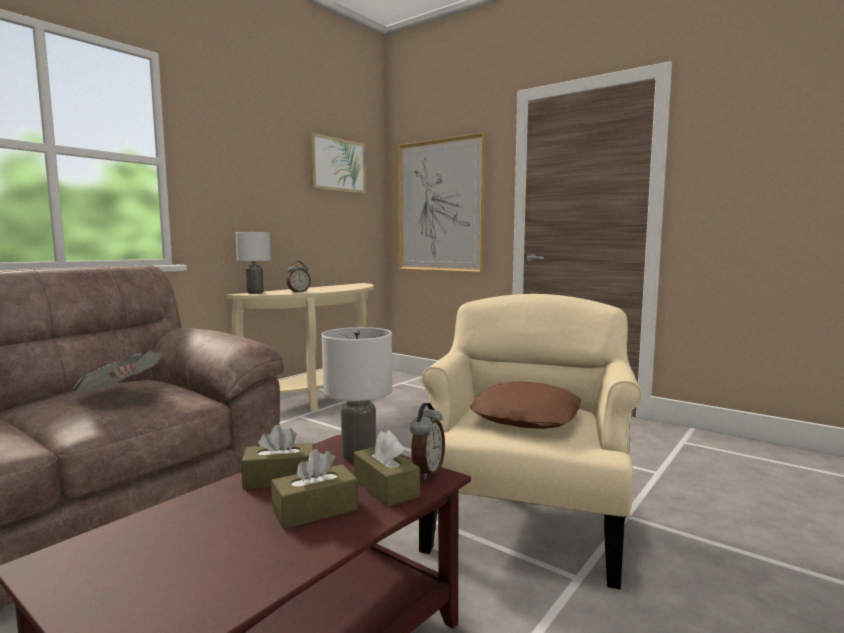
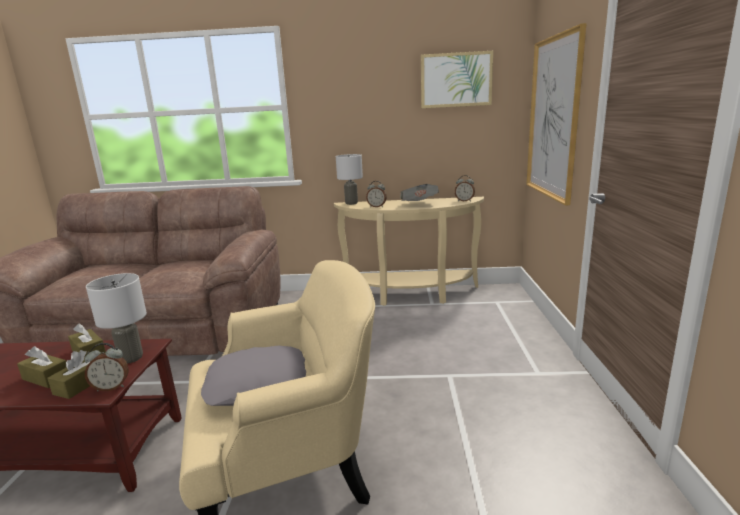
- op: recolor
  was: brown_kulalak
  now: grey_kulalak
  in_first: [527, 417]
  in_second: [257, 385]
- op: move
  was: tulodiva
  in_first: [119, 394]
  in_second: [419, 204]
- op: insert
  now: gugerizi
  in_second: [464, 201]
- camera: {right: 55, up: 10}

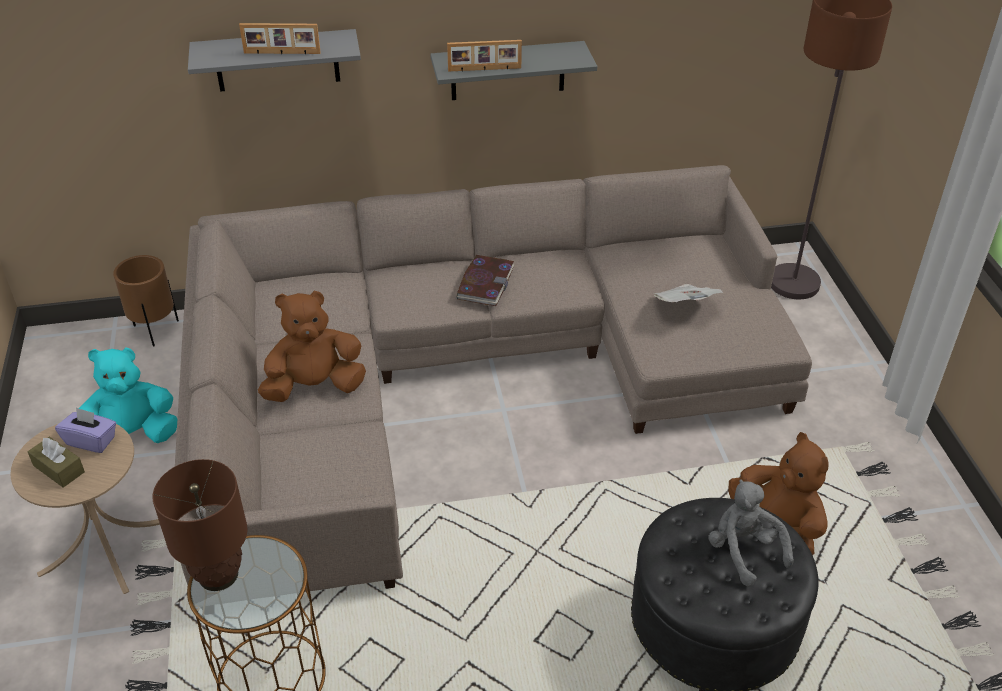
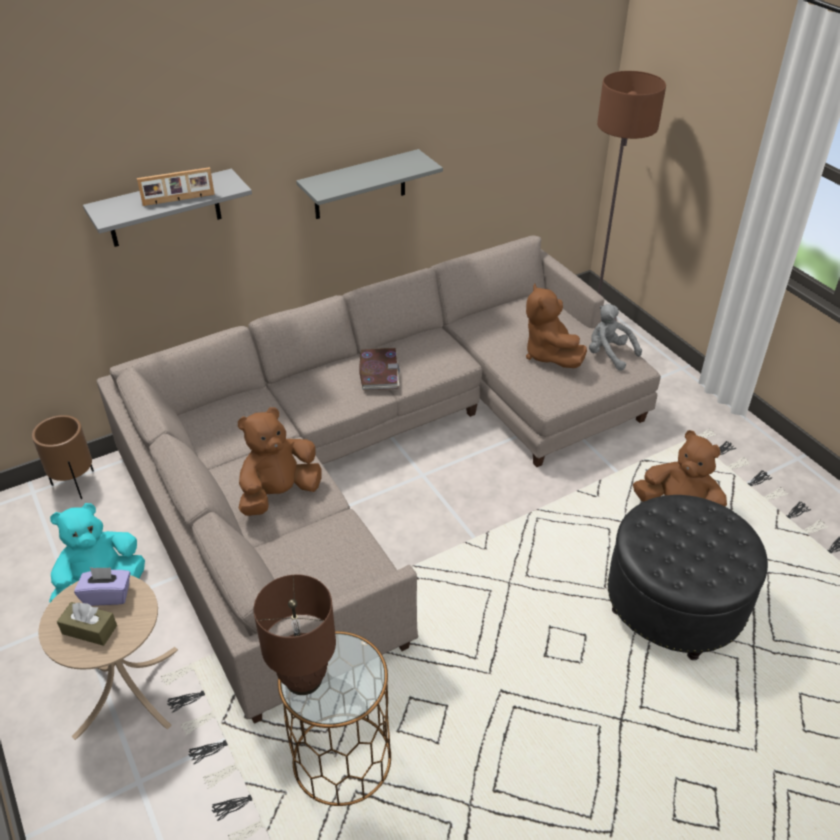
- op: replace
  was: tulodiva
  now: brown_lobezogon
  in_first: [685, 307]
  in_second: [549, 354]
- op: move
  was: grey_lobezogon
  in_first: [743, 551]
  in_second: [609, 354]
- op: delete
  was: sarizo
  in_first: [484, 69]
- camera: {right: -20, up: 0}

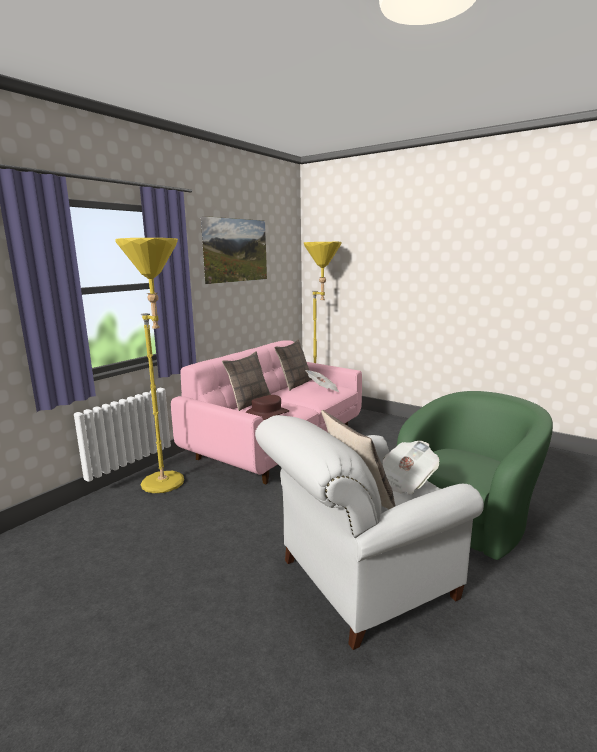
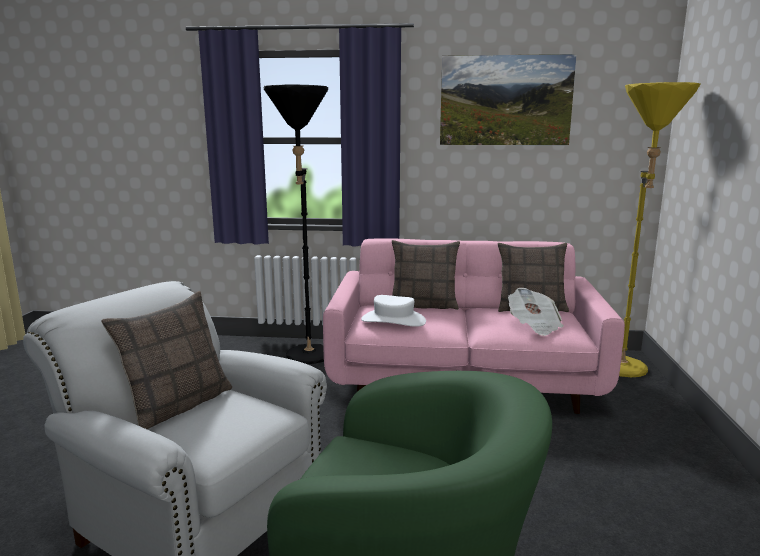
- op: recolor
  was: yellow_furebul
  now: black_furebul
  in_first: [169, 486]
  in_second: [307, 359]
- op: recolor
  was: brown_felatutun
  now: white_felatutun
  in_first: [266, 414]
  in_second: [393, 320]
- op: delete
  was: tulodiva
  in_first: [404, 482]
- camera: {right: 60, up: 0}

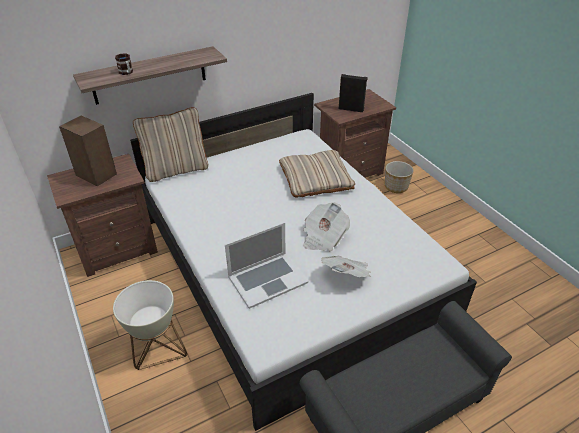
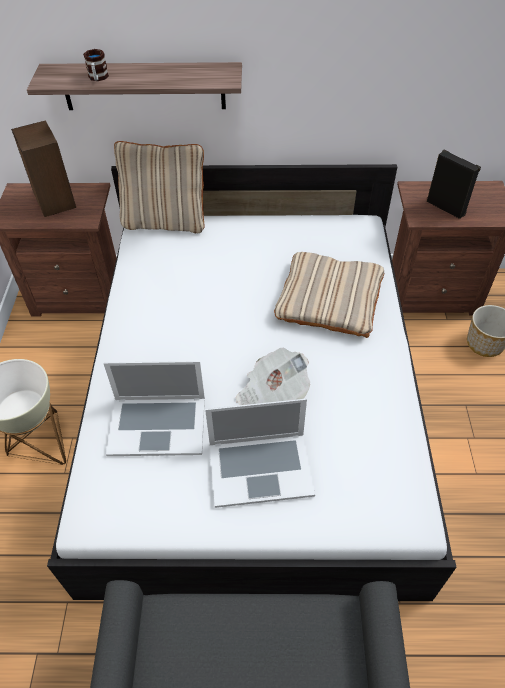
- op: replace
  was: tulodiva
  now: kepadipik
  in_first: [347, 275]
  in_second: [260, 468]
- camera: {right: 30, up: 10}

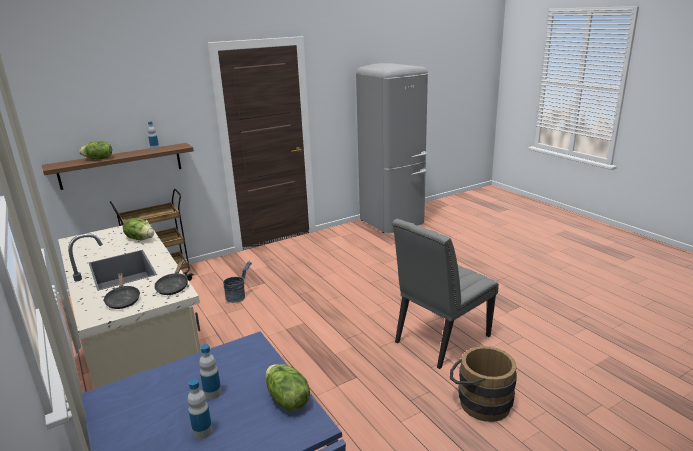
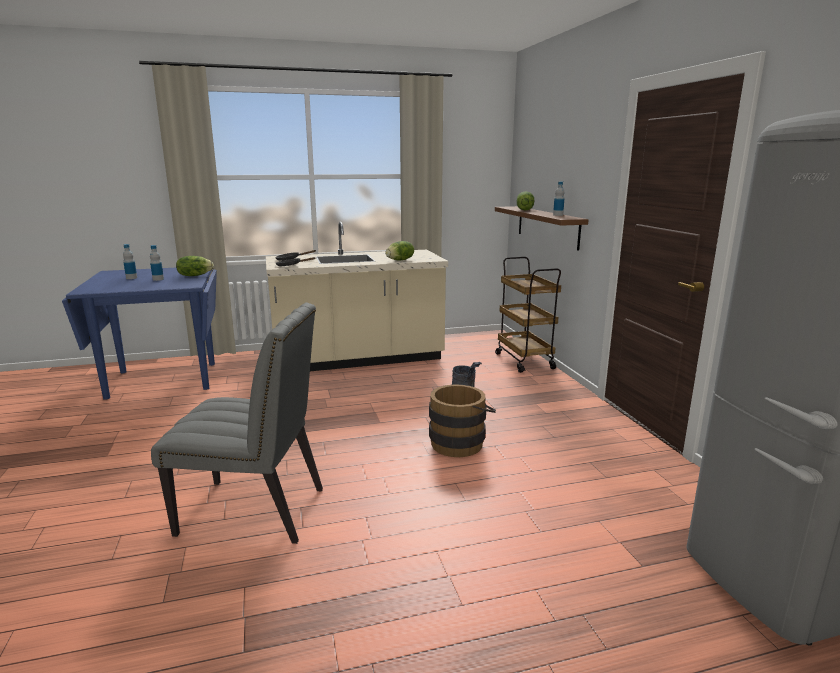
- op: rotate
  was: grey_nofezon
  in_first: [442, 338]
  in_second: [251, 511]
  clockwise: 120
- op: move
  was: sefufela
  in_first: [287, 400]
  in_second: [194, 275]
- op: move
  was: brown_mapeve
  in_first: [479, 402]
  in_second: [460, 442]
- camera: {right: 105, up: -5}

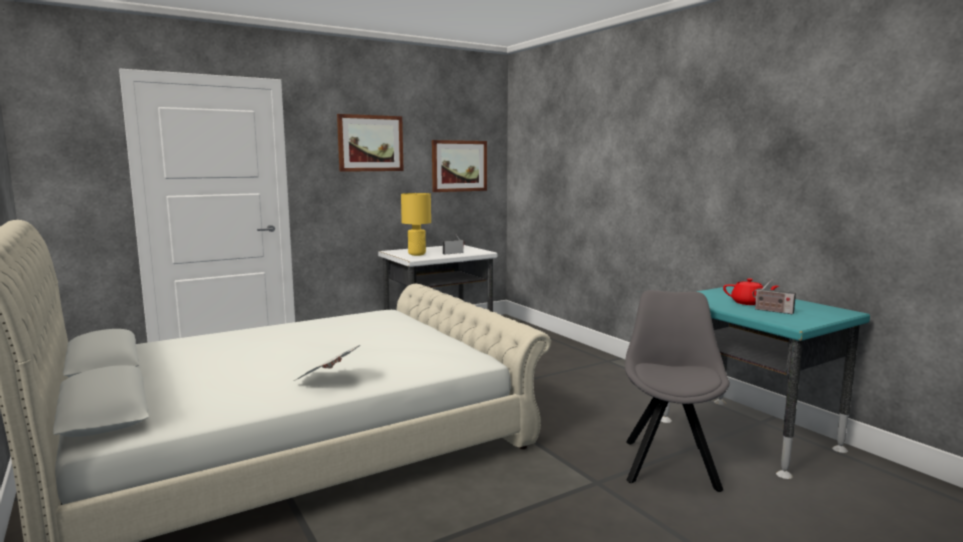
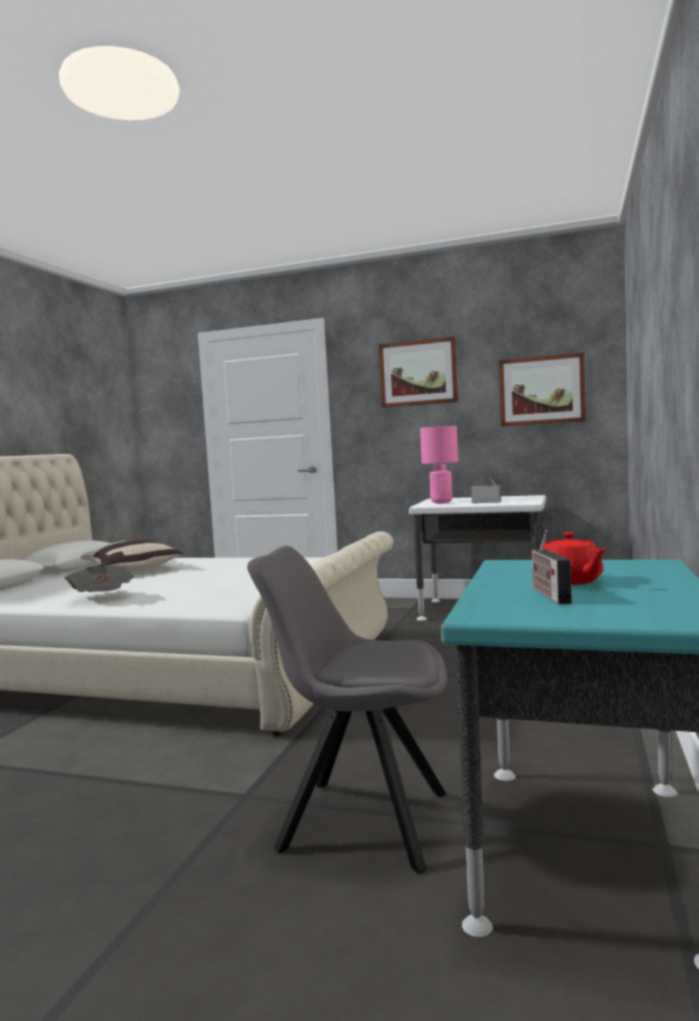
- op: insert
  now: kulalak
  in_second: [132, 570]
- op: rotate
  was: grey_nofezon
  in_first: [669, 464]
  in_second: [363, 821]
  clockwise: -135
- op: recolor
  was: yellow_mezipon
  now: pink_mezipon
  in_first: [417, 255]
  in_second: [441, 502]
- camera: {right: 50, up: -5}

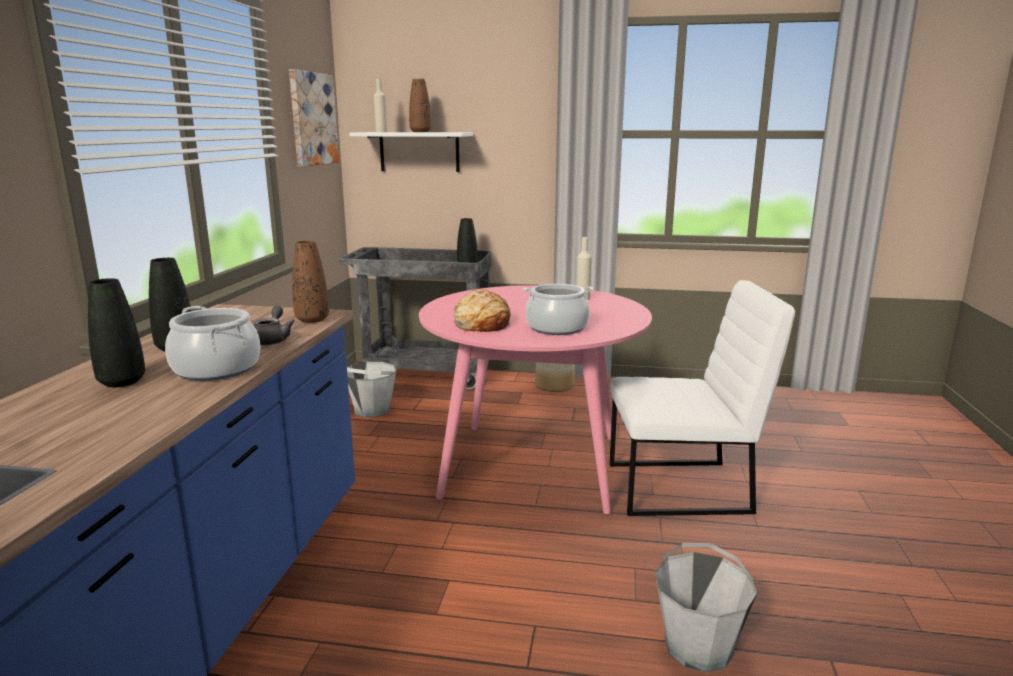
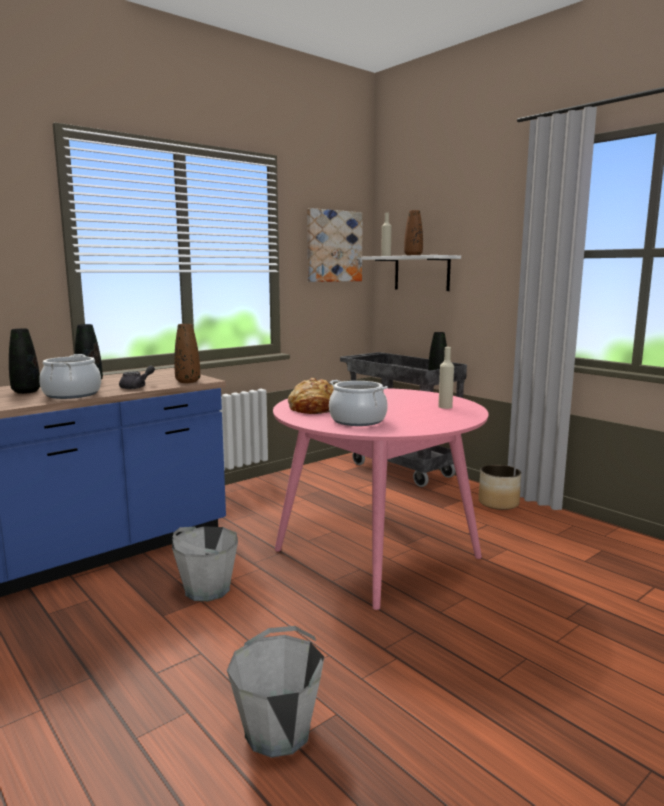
- op: move
  was: grey_mapeve
  in_first: [371, 410]
  in_second: [206, 589]
- op: delete
  was: white_nofezon
  in_first: [683, 488]
- camera: {right: 40, up: -5}

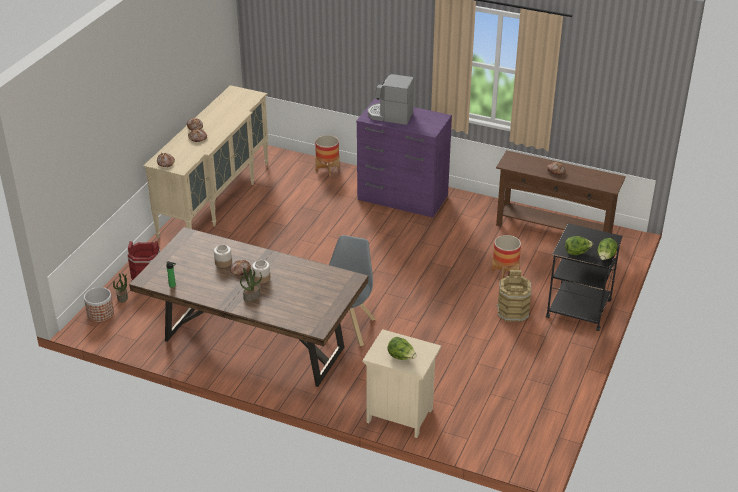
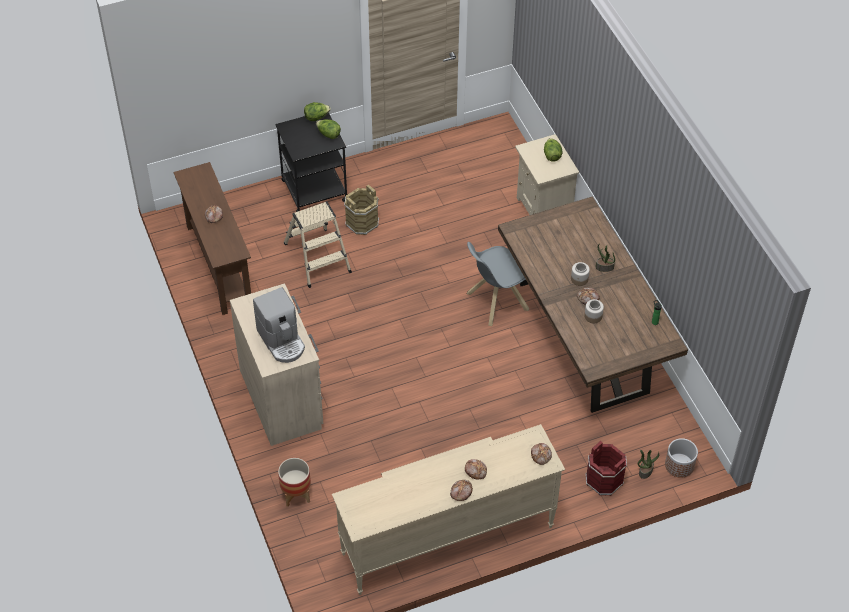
- op: recolor
  was: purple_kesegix
  now: beige_kesegix
  in_first: [402, 198]
  in_second: [282, 398]
- op: replace
  was: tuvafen
  now: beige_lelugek
  in_first: [505, 273]
  in_second: [317, 257]
- camera: {right: -135, up: 15}

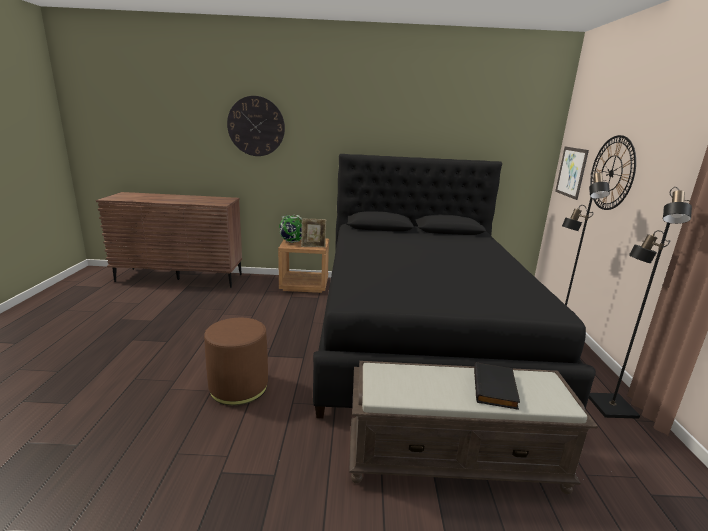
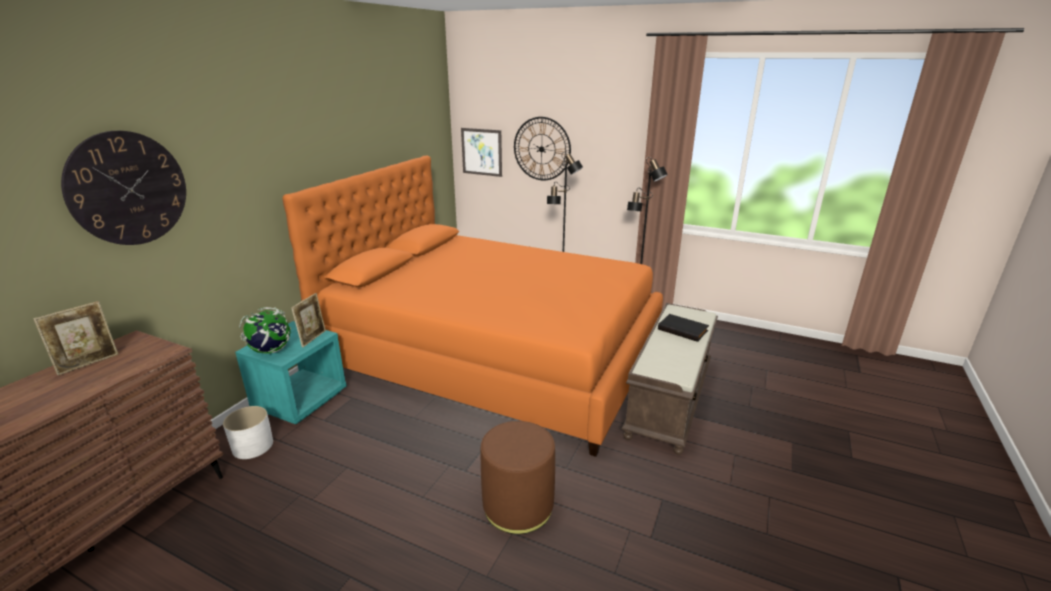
- op: insert
  now: sarizo
  in_second: [89, 363]
- op: insert
  now: white_tuvafen
  in_second: [253, 446]
- op: recolor
  was: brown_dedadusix
  now: turquoise_dedadusix
  in_first: [304, 285]
  in_second: [300, 400]
- op: recolor
  was: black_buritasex
  now: orange_buritasex
  in_first: [421, 333]
  in_second: [493, 354]
- camera: {right: -65, up: 5}

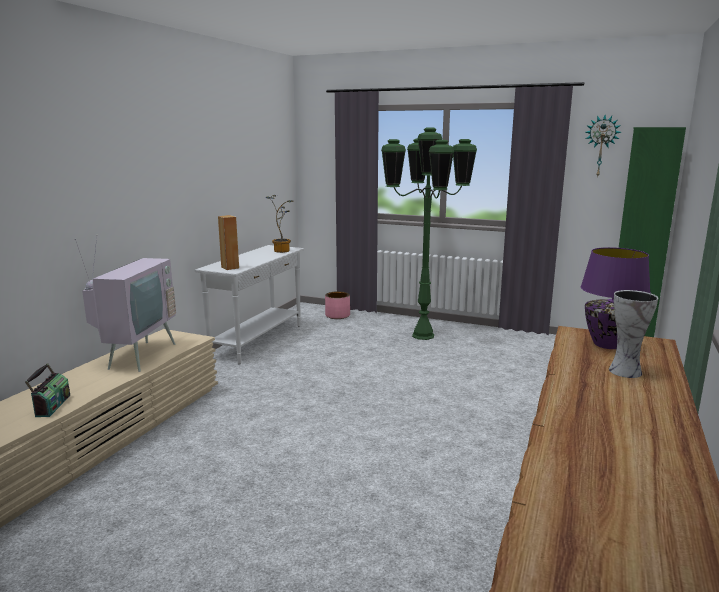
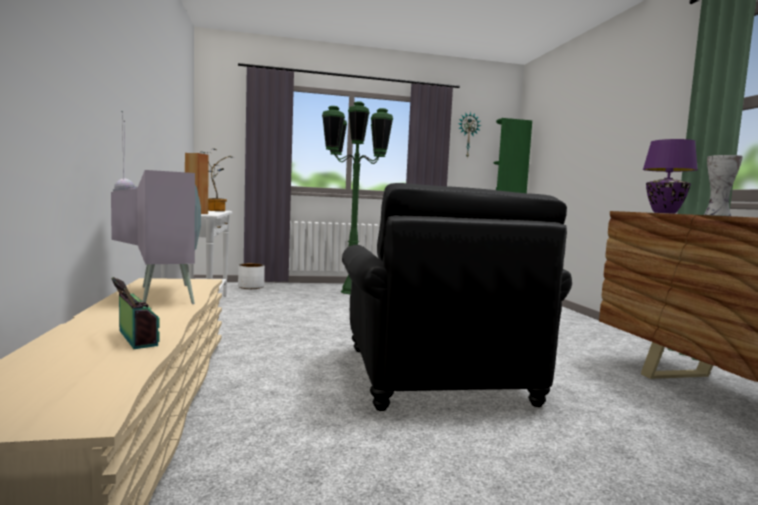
- op: recolor
  was: pink_tuvafen
  now: white_tuvafen
  in_first: [337, 316]
  in_second: [251, 287]
- op: insert
  now: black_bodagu
  in_second: [435, 374]
- camera: {right: -35, up: -10}

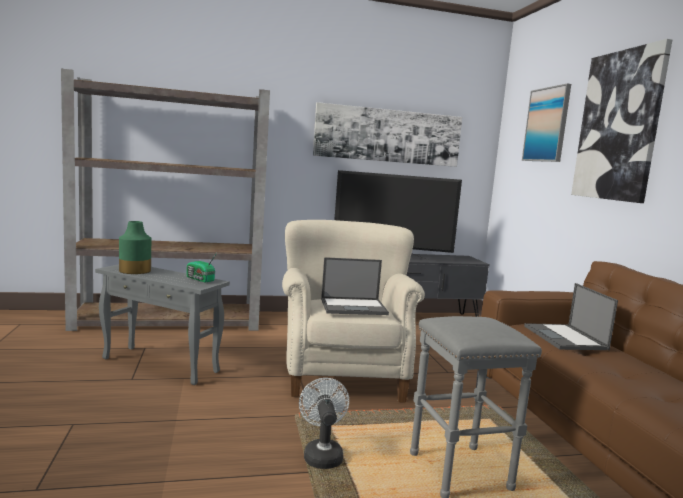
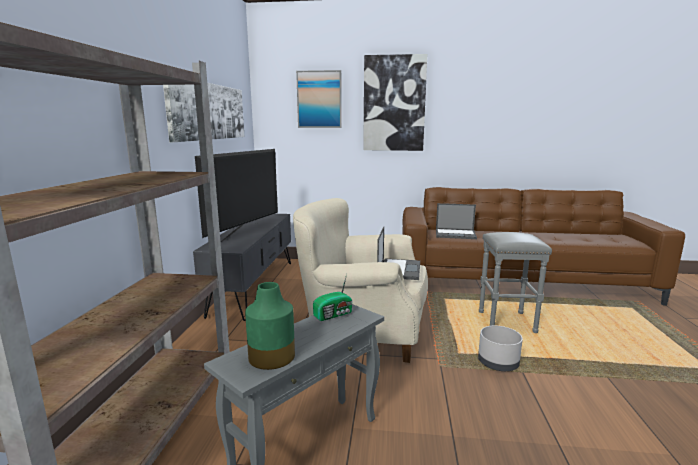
- op: replace
  was: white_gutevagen
  now: grey_tuvafen
  in_first: [322, 454]
  in_second: [498, 363]
- camera: {right: -70, up: 5}

